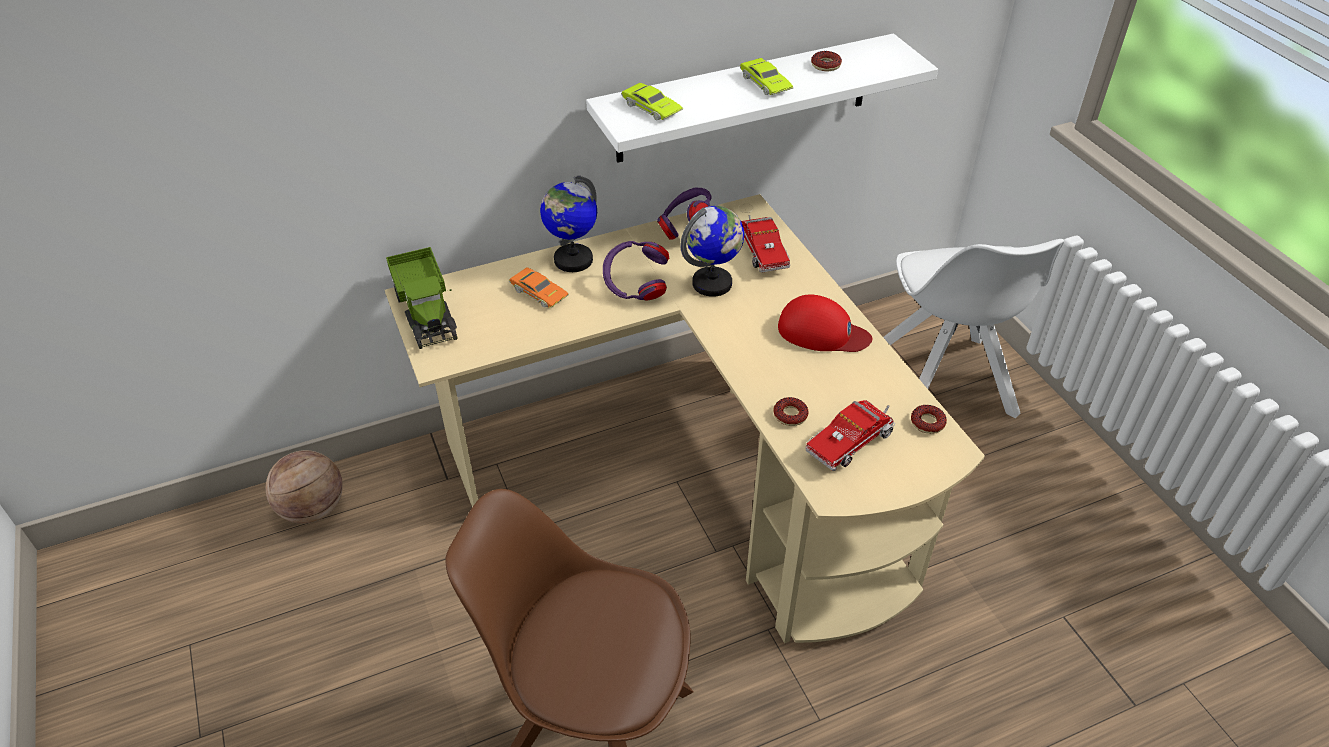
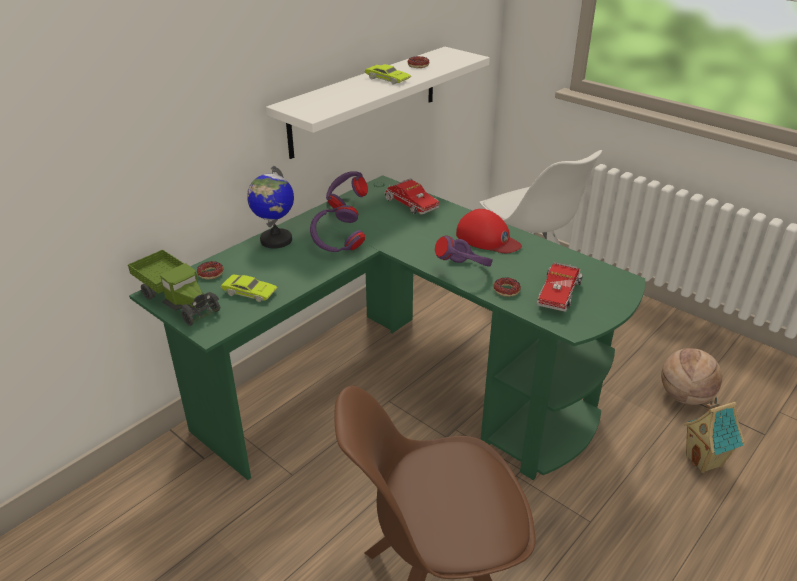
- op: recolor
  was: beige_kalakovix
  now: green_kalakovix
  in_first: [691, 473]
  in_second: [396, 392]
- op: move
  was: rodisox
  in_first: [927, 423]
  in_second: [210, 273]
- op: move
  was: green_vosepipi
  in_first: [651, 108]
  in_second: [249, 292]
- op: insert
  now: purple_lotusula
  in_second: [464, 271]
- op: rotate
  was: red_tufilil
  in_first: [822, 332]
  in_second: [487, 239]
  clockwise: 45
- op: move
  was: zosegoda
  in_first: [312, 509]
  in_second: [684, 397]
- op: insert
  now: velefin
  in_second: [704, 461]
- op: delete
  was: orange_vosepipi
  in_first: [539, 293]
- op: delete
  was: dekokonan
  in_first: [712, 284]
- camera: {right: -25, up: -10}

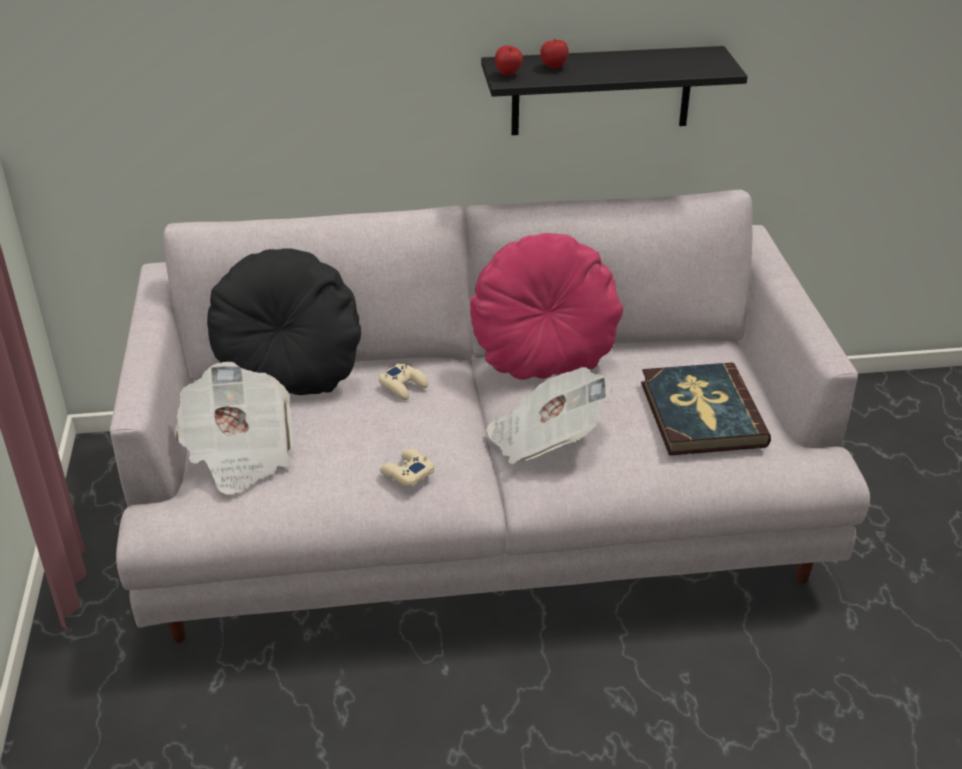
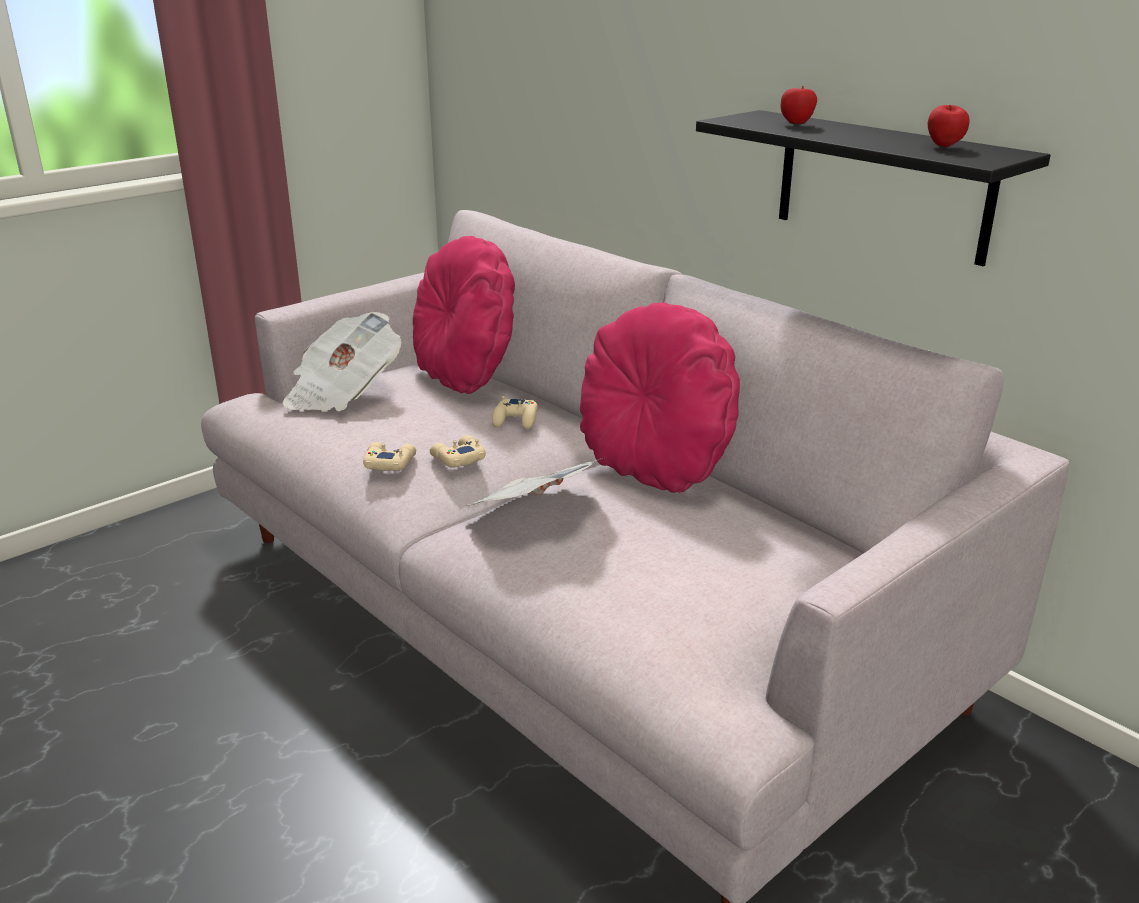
- op: recolor
  was: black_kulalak
  now: pink_kulalak
  in_first: [291, 380]
  in_second: [465, 379]
- op: insert
  now: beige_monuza
  in_second: [457, 458]
- op: move
  was: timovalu
  in_first: [508, 74]
  in_second: [944, 146]
- op: delete
  was: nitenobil
  in_first: [701, 414]
- camera: {right: 55, up: -10}

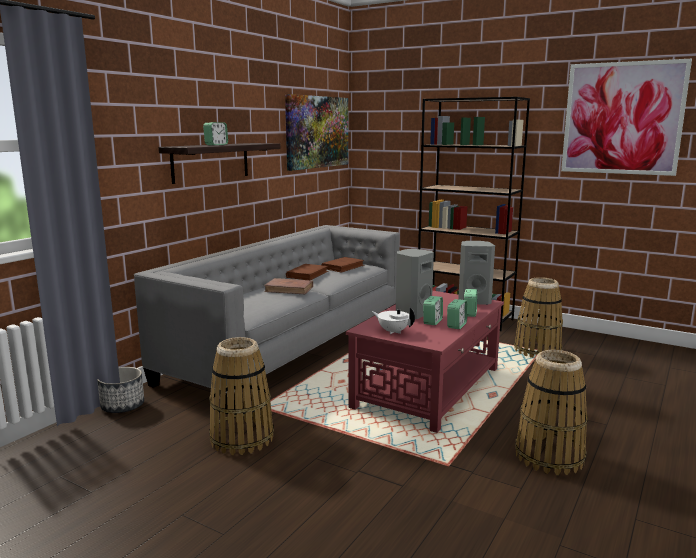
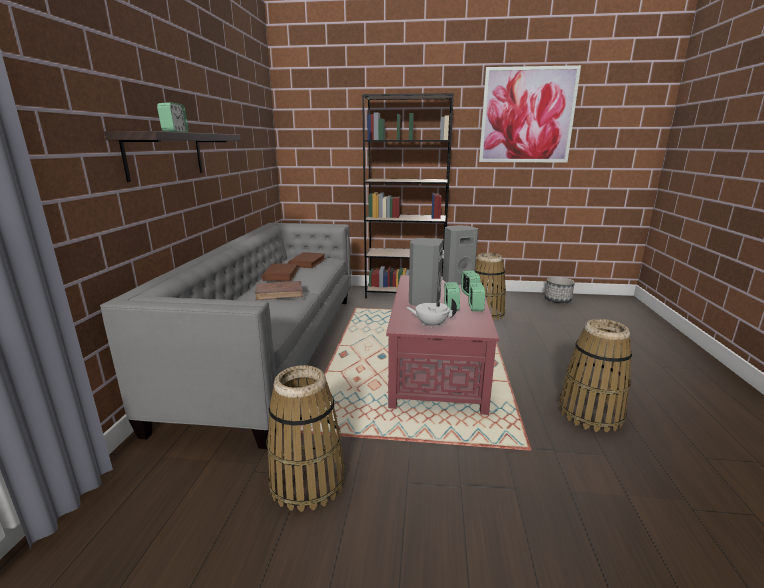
- op: move
  was: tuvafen
  in_first: [122, 406]
  in_second: [557, 300]
- op: delete
  was: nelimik
  in_first: [317, 132]
- camera: {right: -25, up: 5}

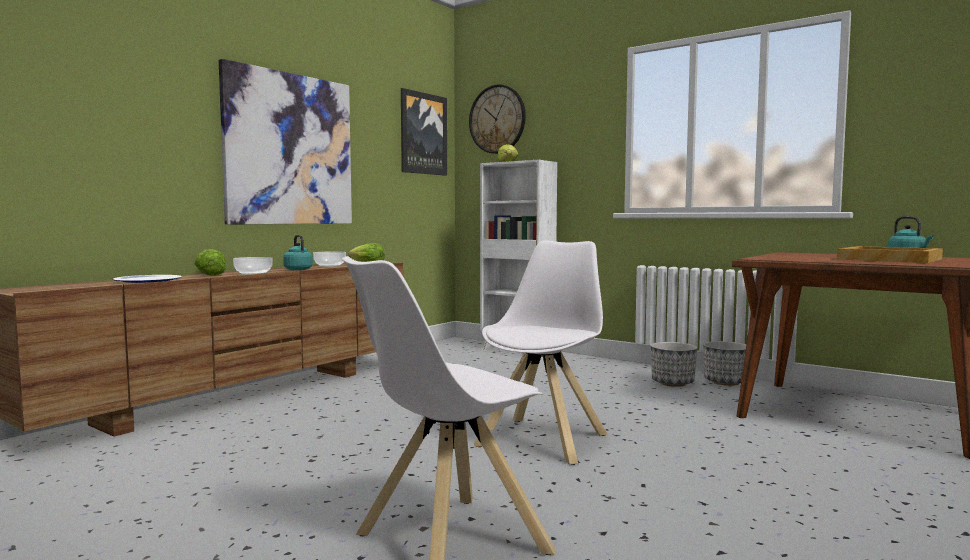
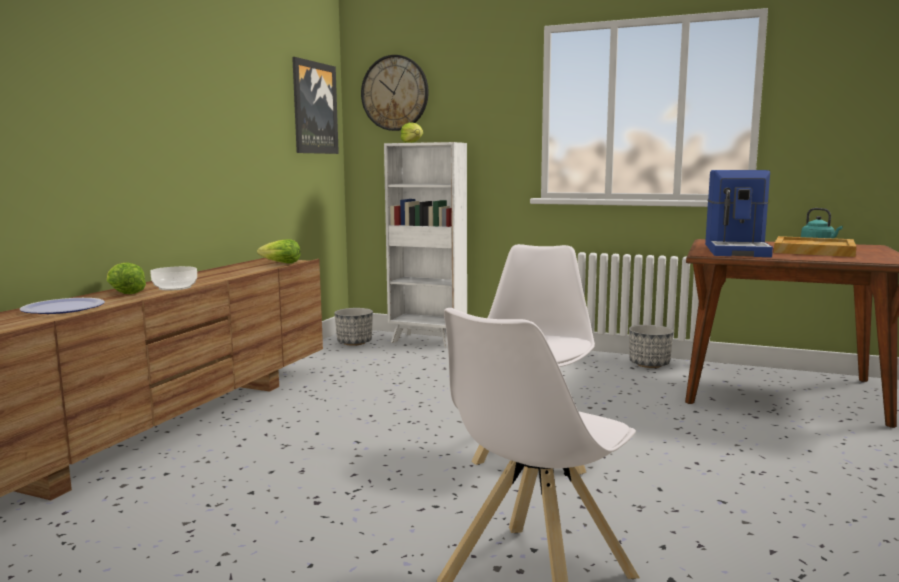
- op: move
  was: tuvafen
  in_first: [673, 383]
  in_second: [355, 342]
- op: insert
  now: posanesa
  in_second: [737, 250]
- op: delete
  was: nelimik
  in_first: [289, 149]
- op: delete
  was: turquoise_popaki
  in_first: [297, 269]
- op: delete
  was: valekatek
  in_first: [329, 266]
- camera: {right: -15, up: 5}

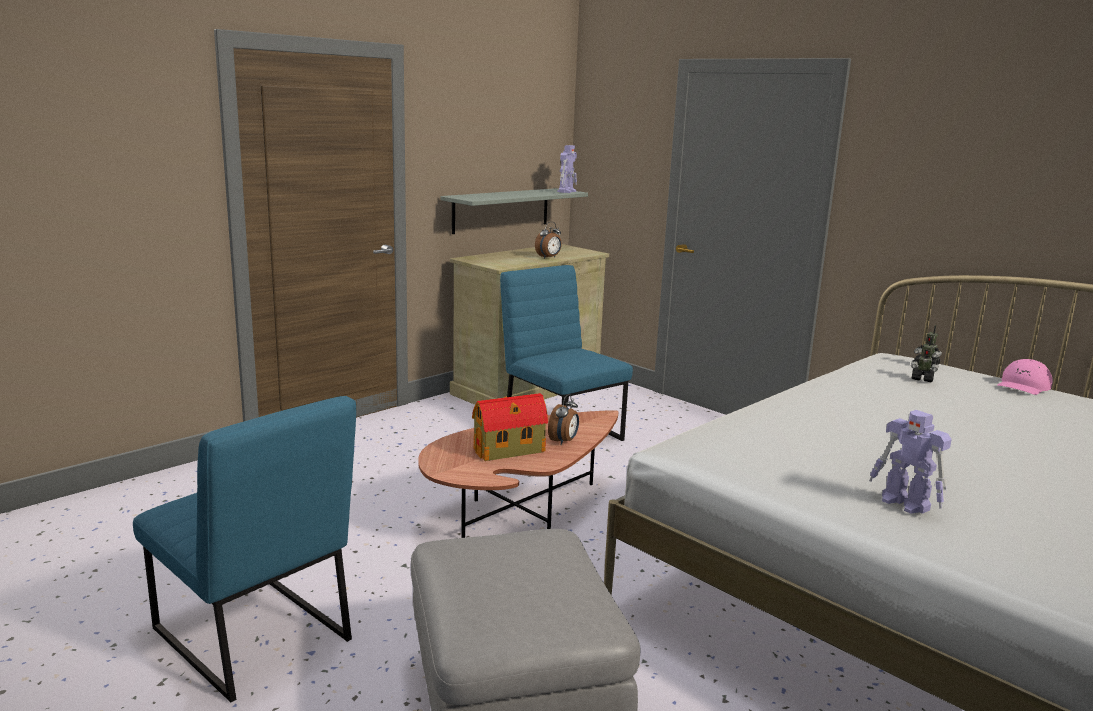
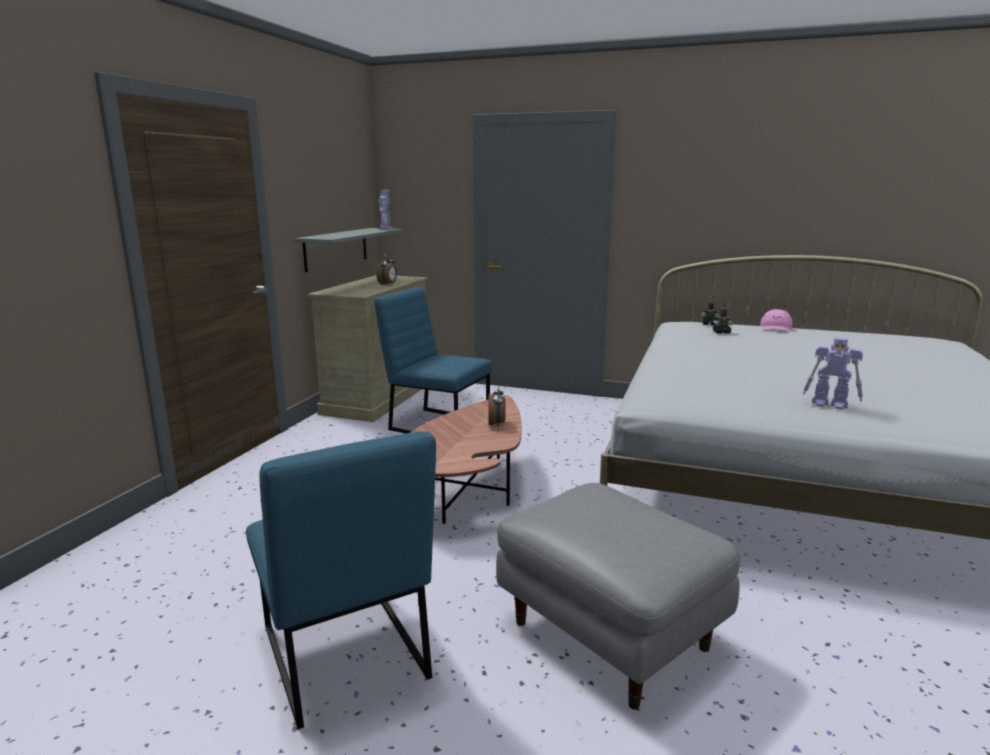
- op: rotate
  was: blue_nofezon
  in_first: [254, 637]
  in_second: [344, 656]
  clockwise: 45
- op: delete
  was: velefin
  in_first: [511, 450]
- camera: {right: -25, up: 0}

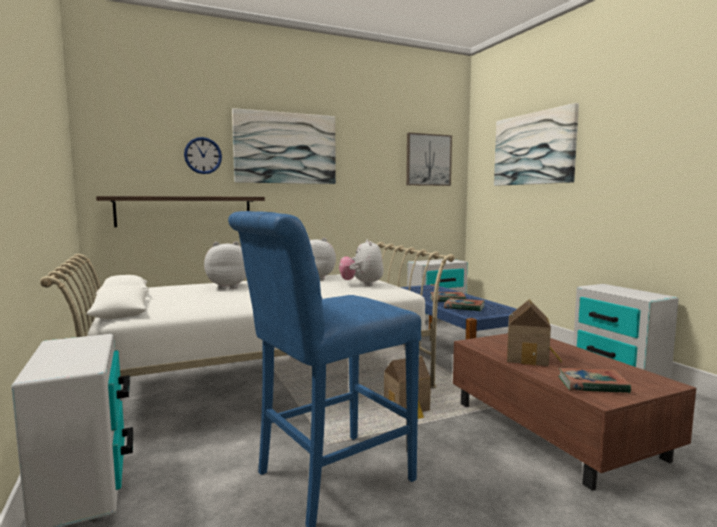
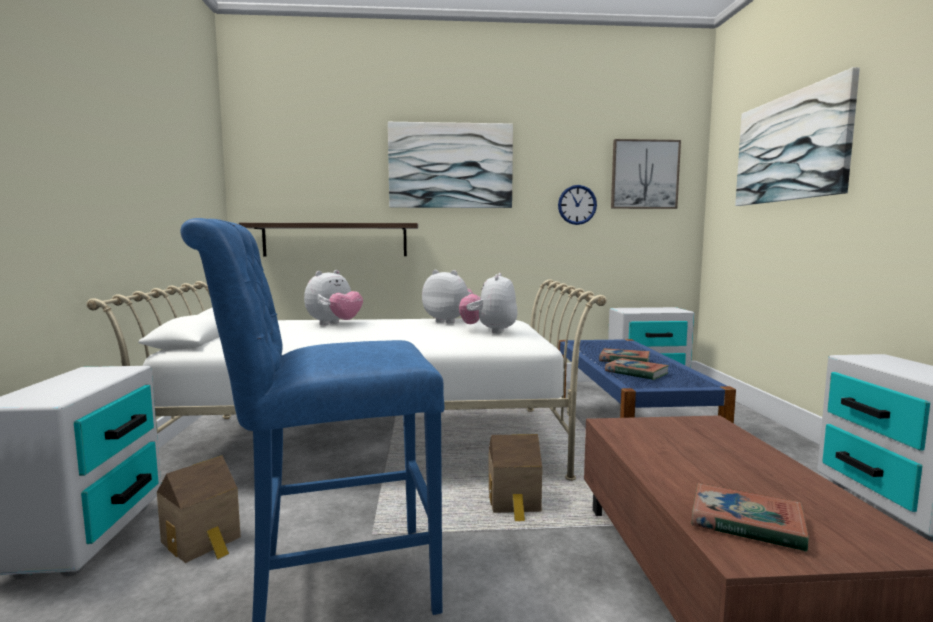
- op: move
  was: velefin
  in_first: [529, 358]
  in_second: [203, 541]
- op: rotate
  was: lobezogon
  in_first: [228, 287]
  in_second: [334, 324]
  clockwise: 120
- op: move
  was: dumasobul
  in_first: [203, 155]
  in_second: [577, 205]
- camera: {right: 20, up: 0}

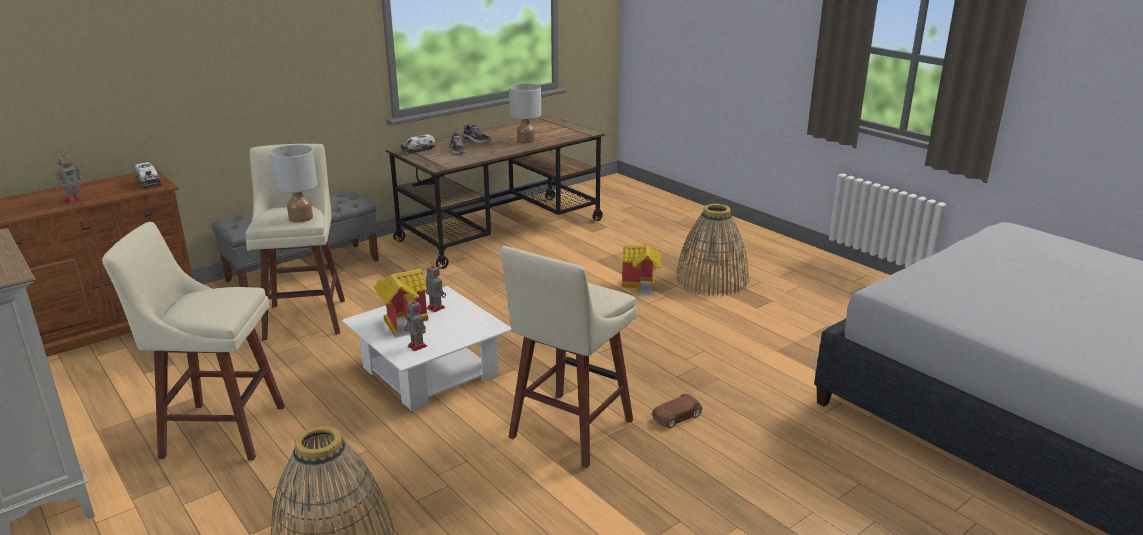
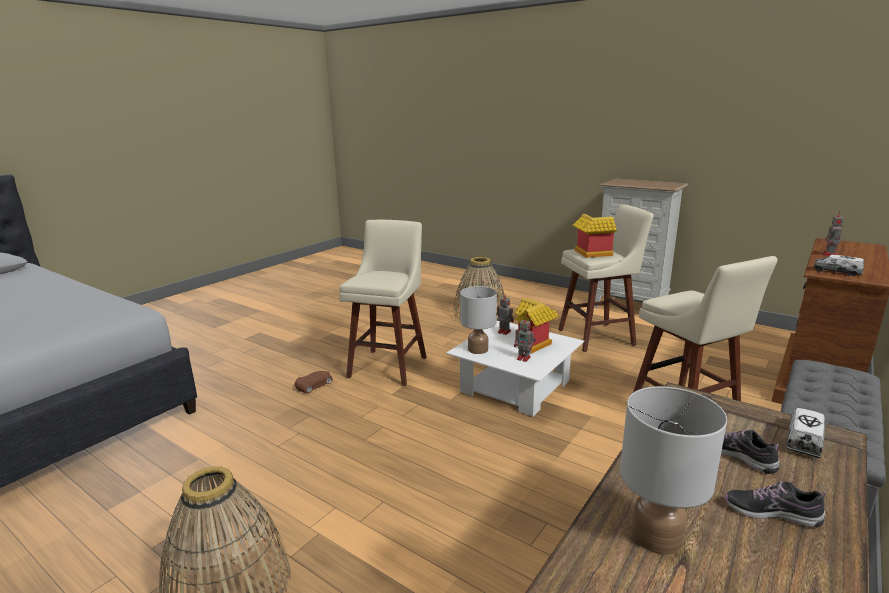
- op: move
  was: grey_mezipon
  in_first: [300, 218]
  in_second: [478, 349]
- op: move
  was: velefin
  in_first: [642, 286]
  in_second: [590, 254]
- camera: {right: 165, up: -5}

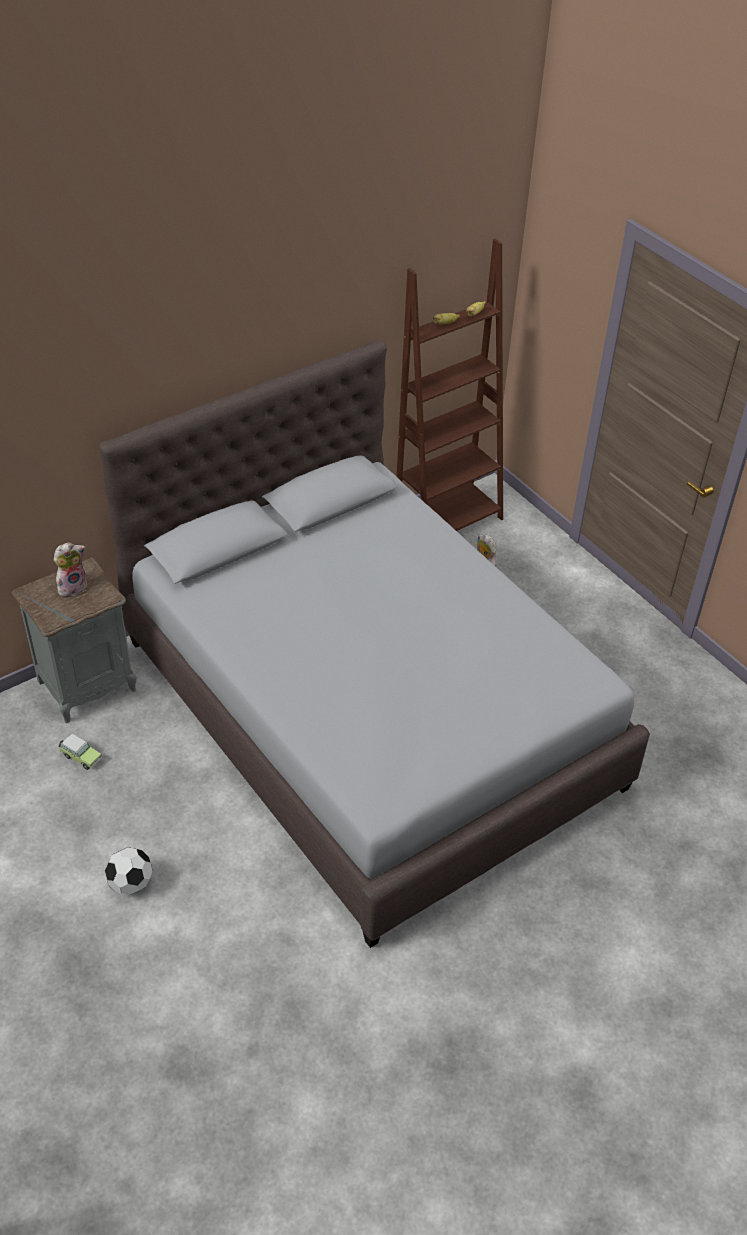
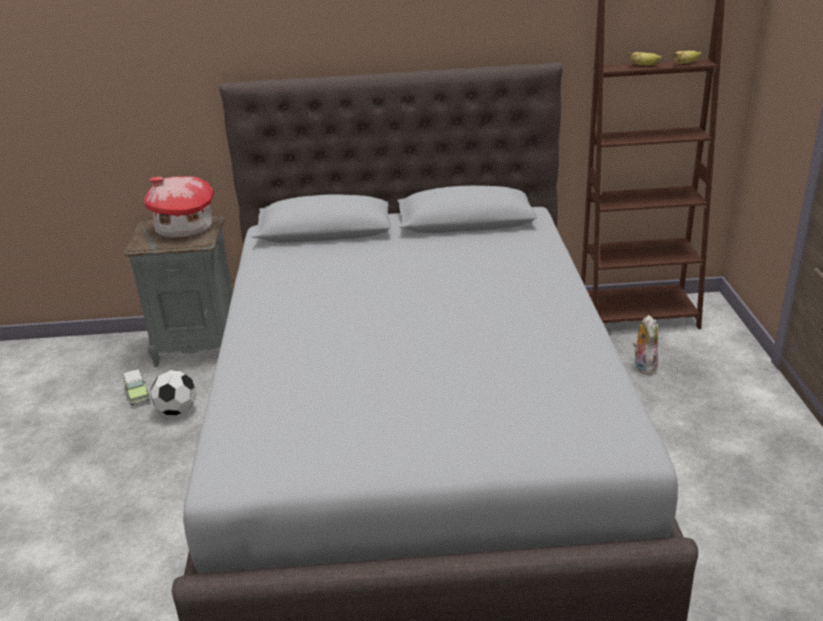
- op: replace
  was: lobezogon
  now: velefin
  in_first: [73, 586]
  in_second: [183, 229]
- op: move
  was: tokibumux
  in_first: [131, 883]
  in_second: [177, 410]
- camera: {right: 35, up: -15}

